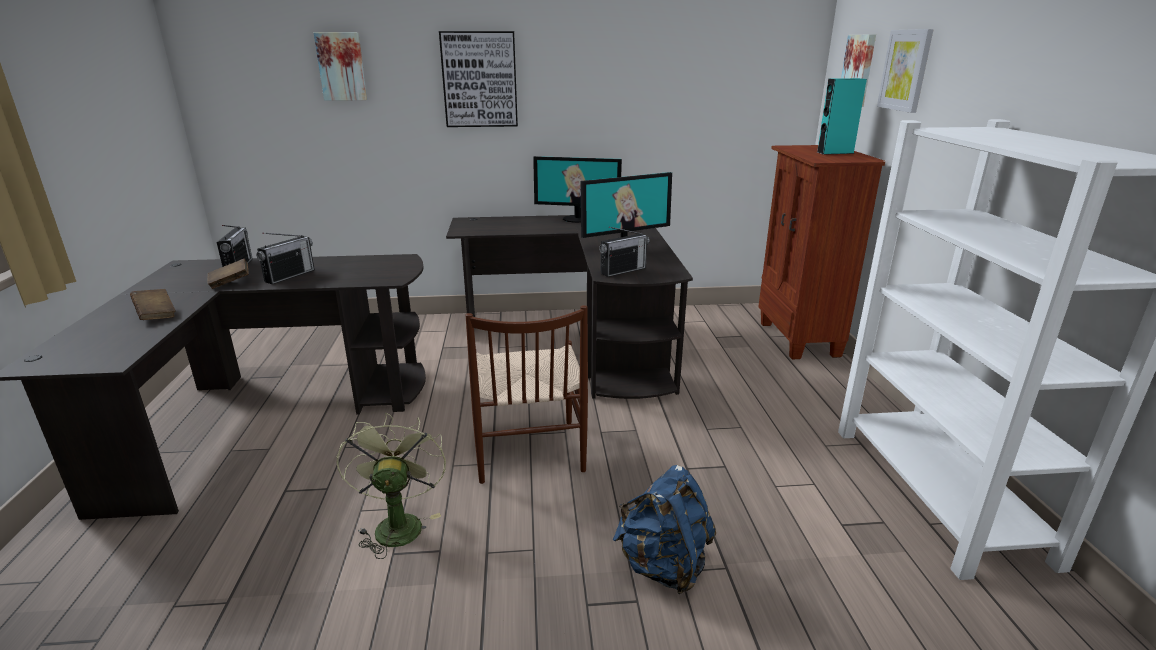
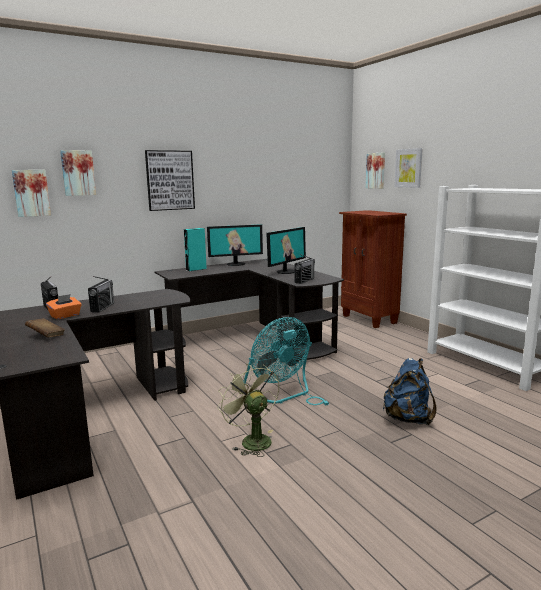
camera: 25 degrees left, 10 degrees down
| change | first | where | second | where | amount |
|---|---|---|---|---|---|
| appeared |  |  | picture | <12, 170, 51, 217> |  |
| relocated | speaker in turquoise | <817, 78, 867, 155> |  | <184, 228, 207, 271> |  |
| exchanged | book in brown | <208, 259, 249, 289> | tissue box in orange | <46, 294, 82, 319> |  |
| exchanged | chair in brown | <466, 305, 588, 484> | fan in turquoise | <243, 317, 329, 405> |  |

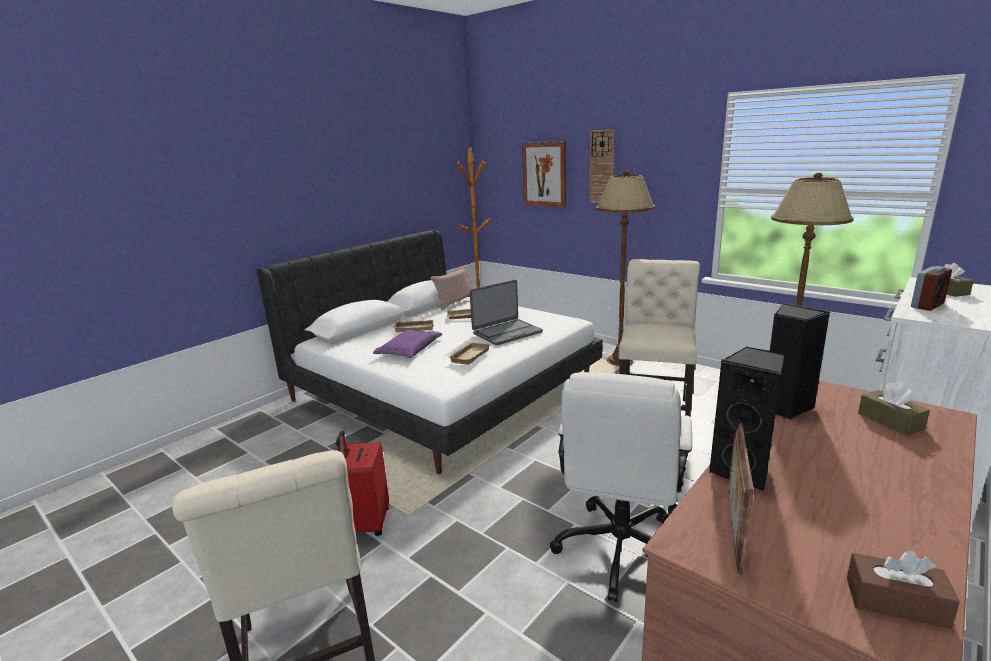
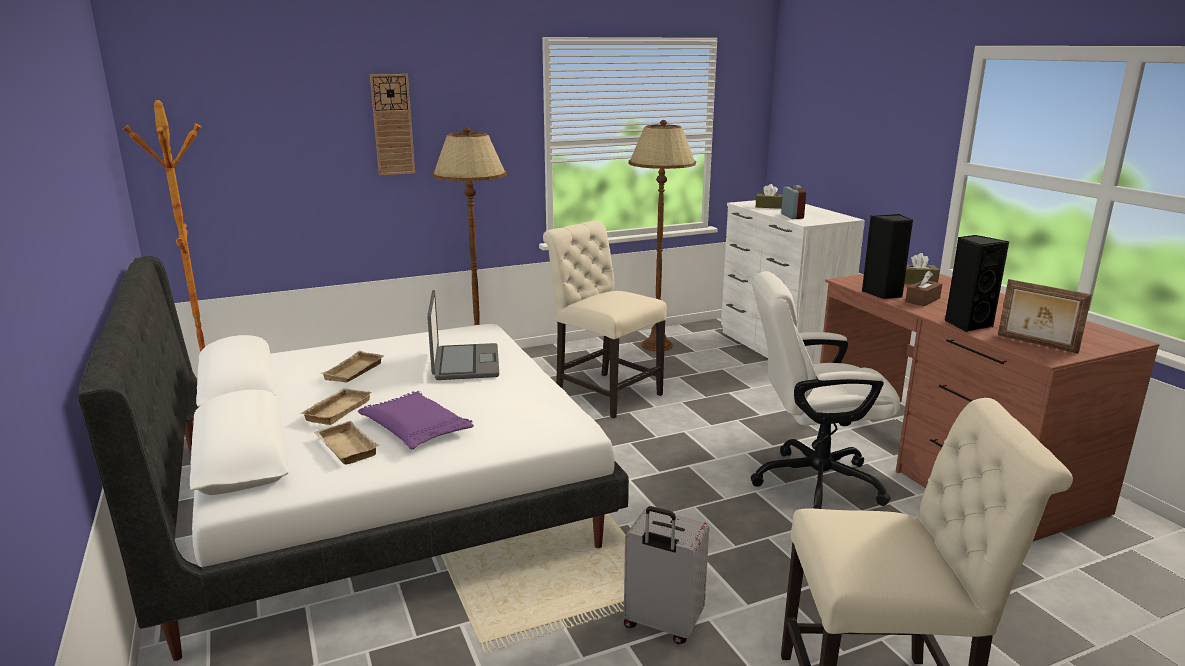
camera: 65 degrees left, 0 degrees up
| change | first | where | second | where | amount |
|---|---|---|---|---|---|
| missing | pillow in beige | <430, 266, 474, 310> |  |  |  |
| missing | picture | <522, 142, 567, 207> |  |  |  |
| relocated | tray in beige | <449, 342, 490, 365> |  | <314, 421, 380, 465> |  |
| relocated | tissue box in brown | <847, 551, 960, 629> |  | <905, 271, 942, 306> |  |
| colour | suitcase in red | <336, 431, 389, 536> | suitcase in grey | <624, 506, 709, 644> |  |
| spun | office chair in white | <550, 372, 692, 602> |  | <750, 271, 900, 509> | 135 degrees clockwise |

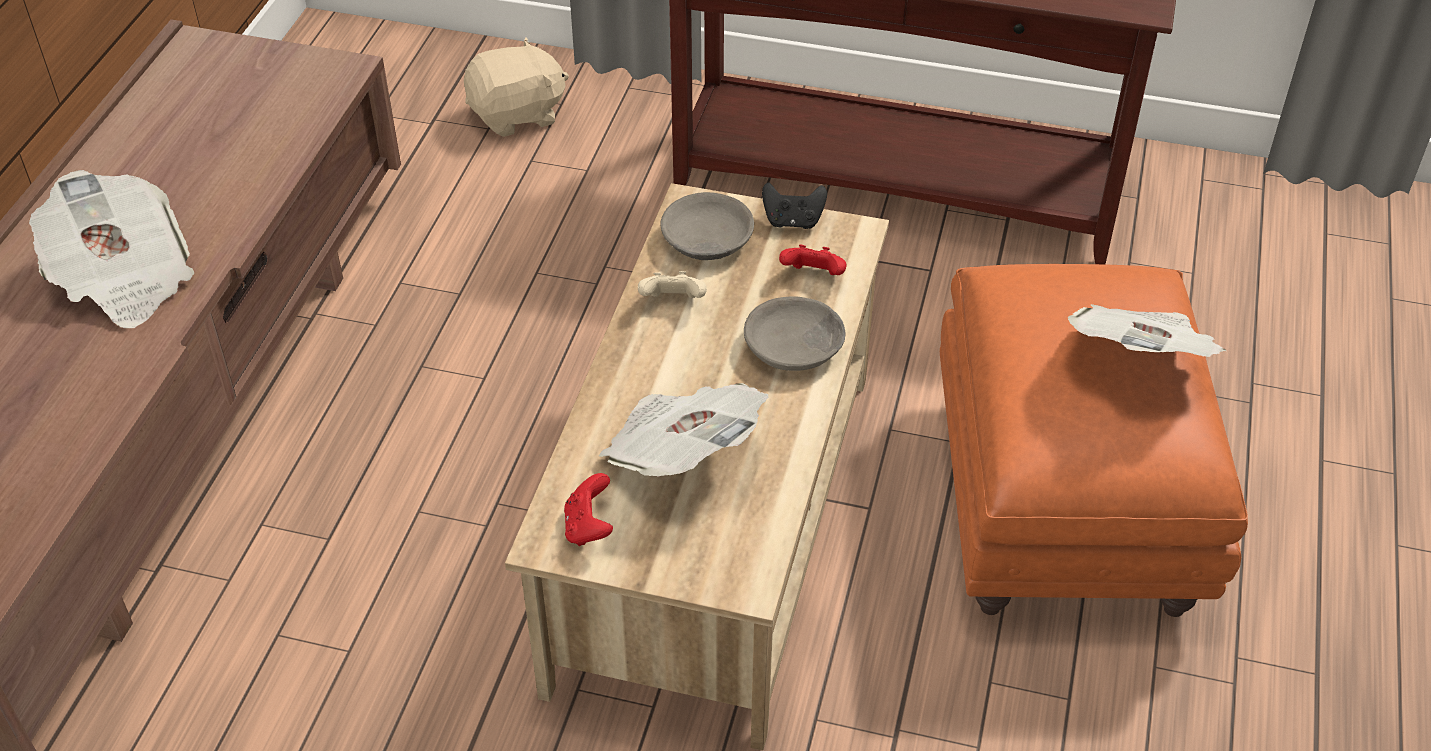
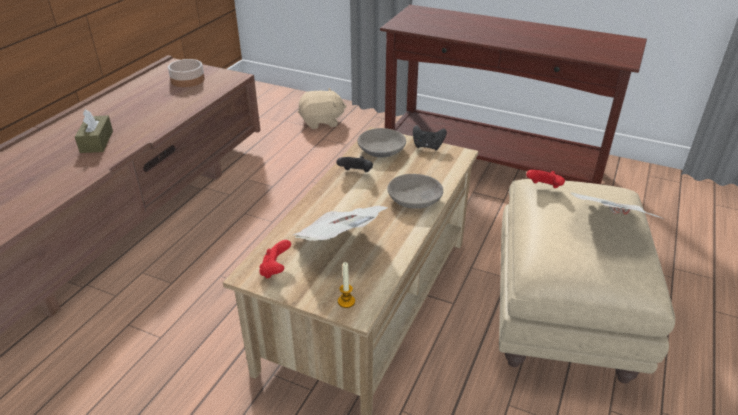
camera: 10 degrees right, 10 degrees down
| change | first | where | second | where | amount |
|---|---|---|---|---|---|
| appeared |  |  | bowl | <168, 59, 205, 87> |  |
| appeared |  |  | candle | <338, 262, 355, 308> |  |
| relocated | game controller in red | <779, 245, 846, 275> |  | <526, 170, 565, 188> |  |
| exchanged | newspaper | <29, 170, 194, 328> | tissue box in brown | <75, 109, 113, 153> |  |
| colour | game controller in beige | <638, 271, 707, 298> | game controller in black | <337, 156, 373, 172> |  |
| colour | ottoman in orange | <940, 264, 1248, 617> | ottoman in beige | <499, 179, 675, 384> |  |

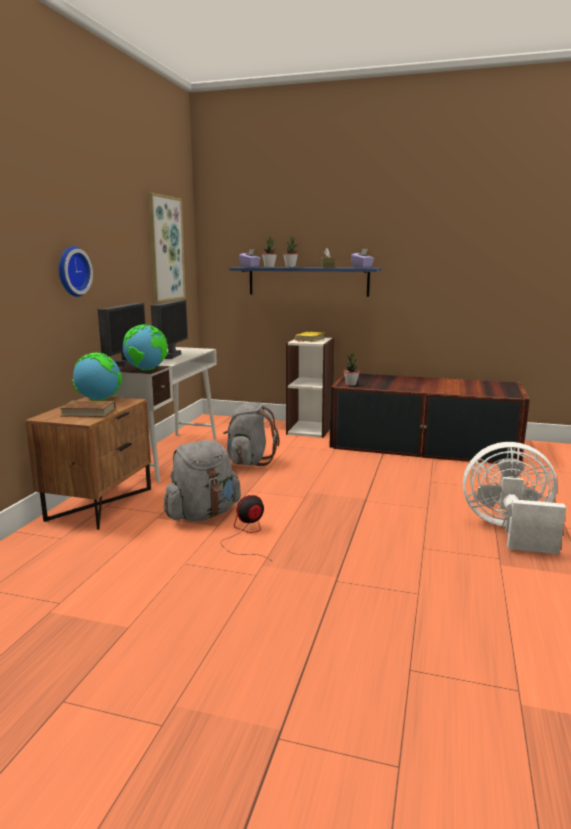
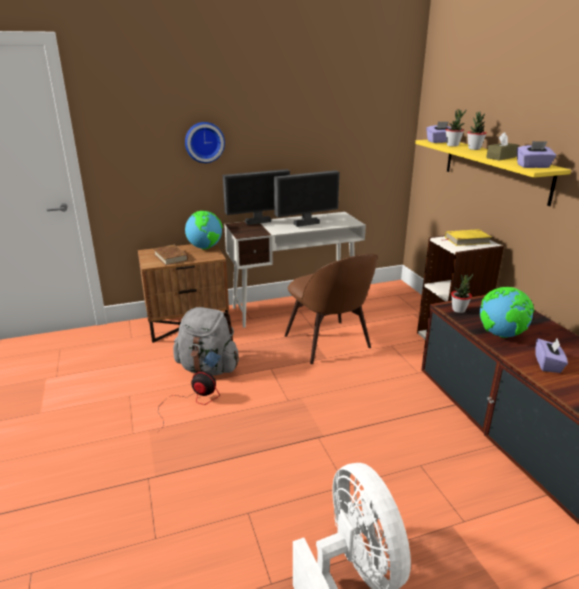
camera: 55 degrees right, 10 degrees up
| change | first | where | second | where | amount |
|---|---|---|---|---|---|
| missing | picture | <148, 193, 186, 303> |  |  |  |
| appeared |  |  | tissue box in purple | <536, 338, 568, 373> |  |
| relocated | globe | <123, 324, 168, 370> |  | <480, 287, 534, 338> |  |
| exchanged | backpack in grey | <223, 402, 280, 466> | chair in brown | <285, 254, 378, 364> |  |
| colour | shelf in blue | <229, 267, 381, 297> | shelf in yellow | <415, 140, 571, 206> |  |

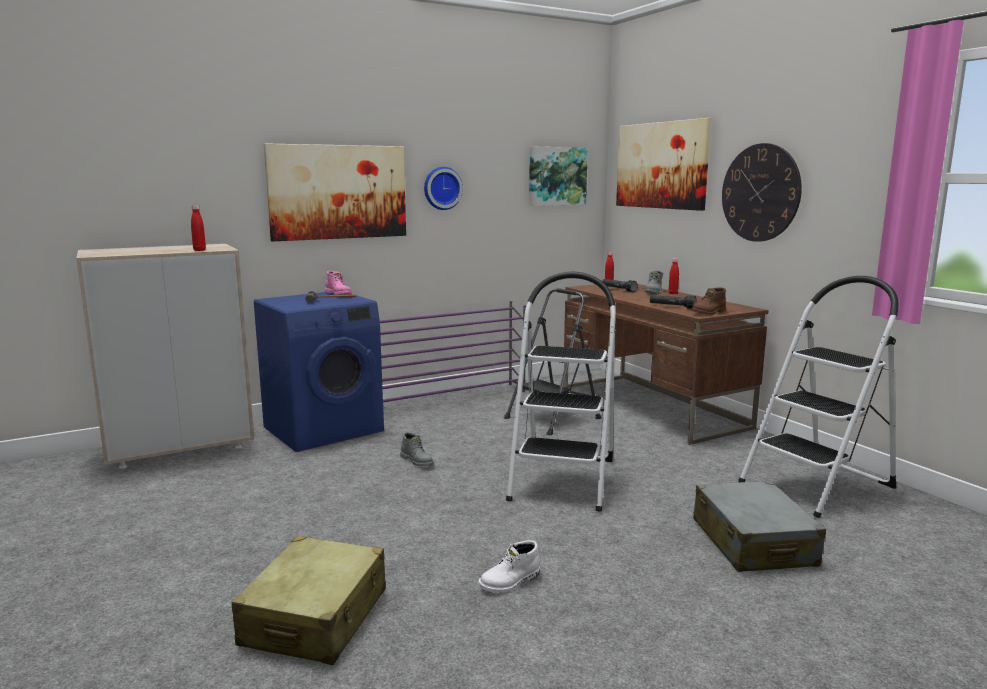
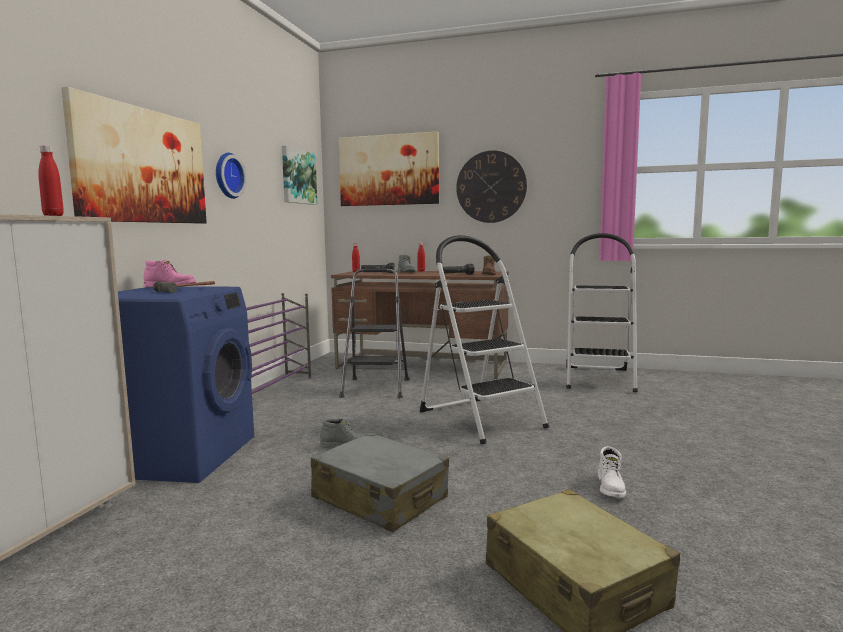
camera: 45 degrees left, 5 degrees down
| change | first | where | second | where | amount |
|---|---|---|---|---|---|
| relocated | suitcase in grey | <693, 481, 826, 572> |  | <311, 432, 449, 532> |  |

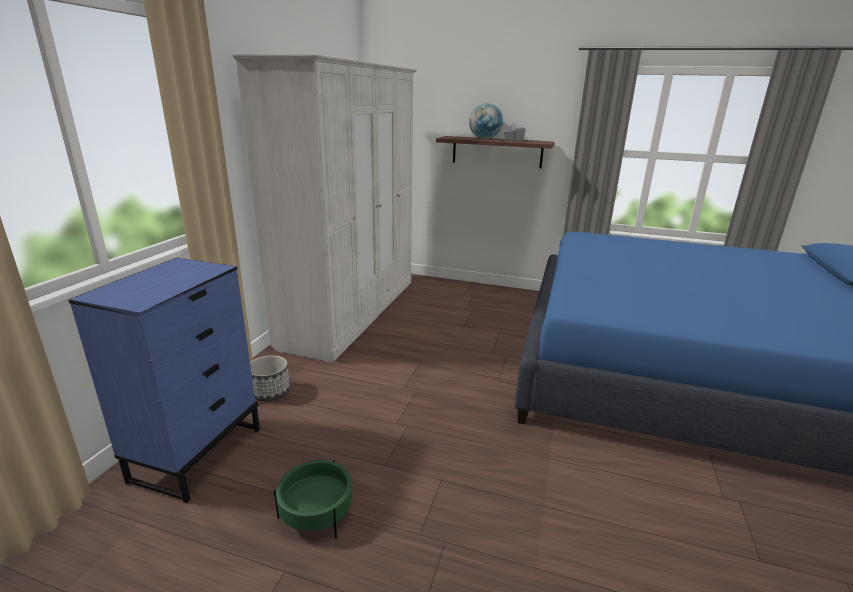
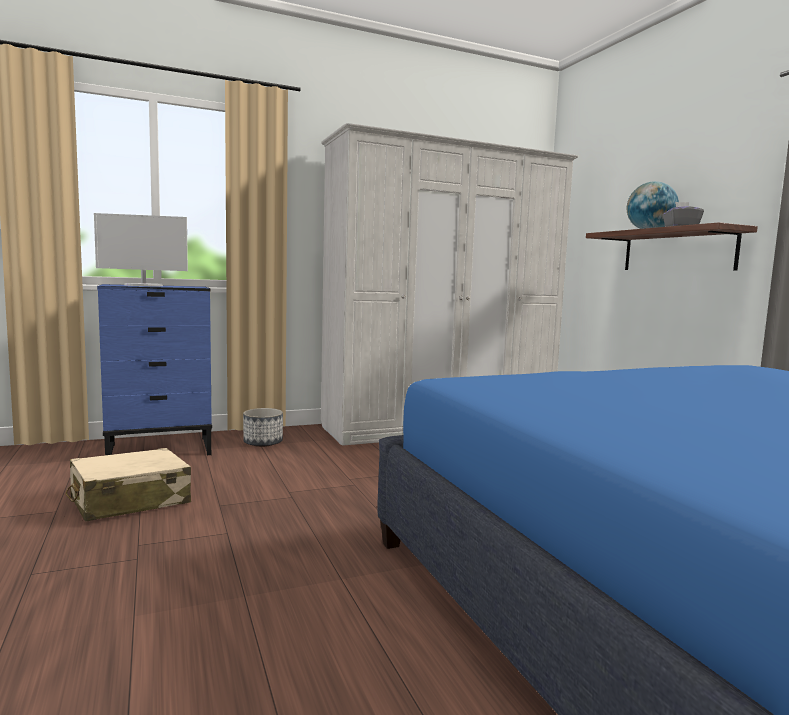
camera: 50 degrees right, 15 degrees down
| change | first | where | second | where | amount |
|---|---|---|---|---|---|
| appeared |  |  | monitor | <94, 213, 188, 286> |  |
| exchanged | planter in green | <274, 460, 353, 538> | suitcase in beige | <65, 448, 191, 522> |  |

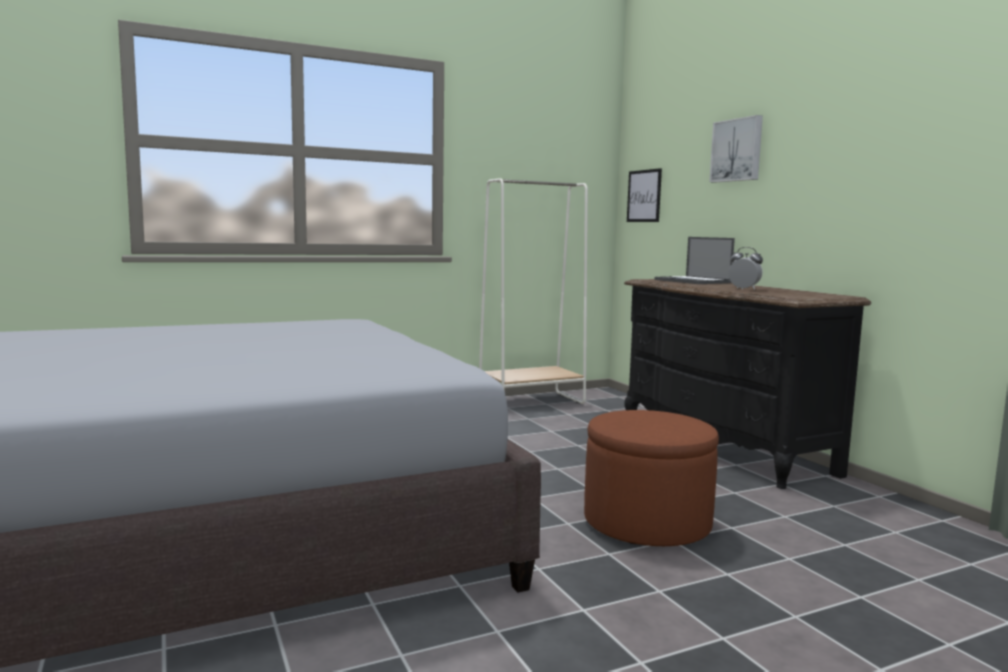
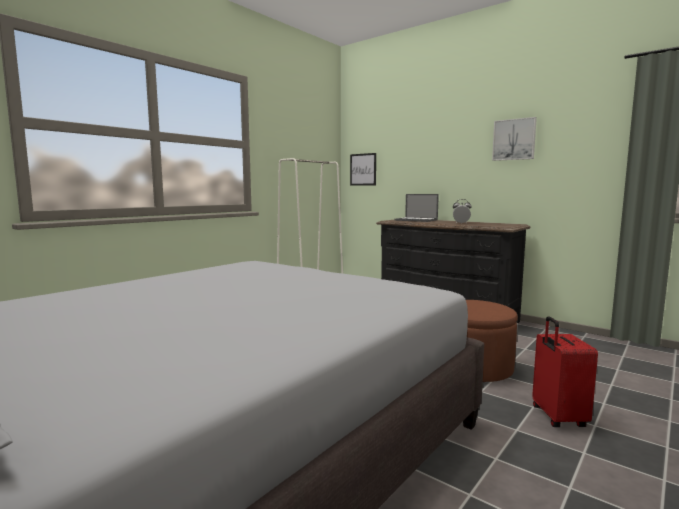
camera: 25 degrees left, 0 degrees up
| change | first | where | second | where | amount |
|---|---|---|---|---|---|
| appeared |  |  | suitcase in red | <532, 316, 598, 427> |  |
| relocated | picture | <709, 115, 763, 183> |  | <492, 117, 537, 161> |  |

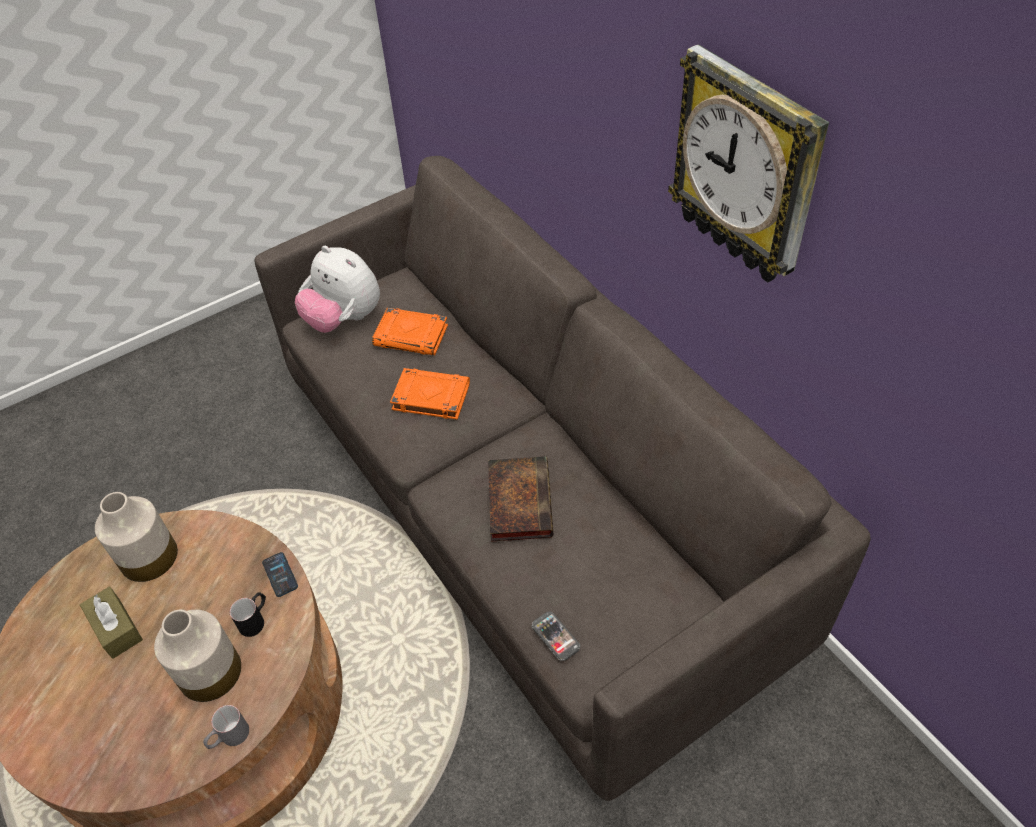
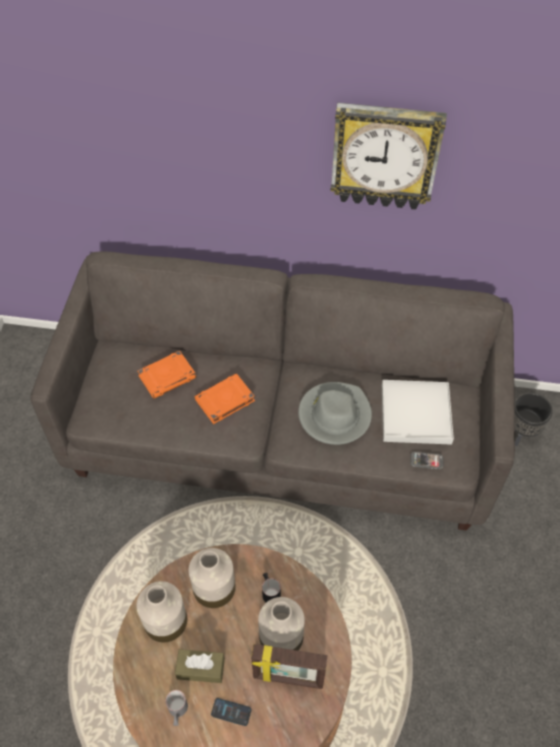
camera: 50 degrees left, 5 degrees up
| change | first | where | second | where | amount |
|---|---|---|---|---|---|
| missing | plush toy | <295, 246, 380, 333> |  |  |  |
| appeared |  |  | vase in beige | <188, 548, 236, 608> |  |
| appeared |  |  | picture frame | <251, 644, 327, 689> |  |
| appeared |  |  | tray in white | <382, 380, 454, 445> |  |
| appeared |  |  | planter in black | <515, 393, 553, 446> |  |
| relocated | mug in grey | <203, 705, 249, 749> |  | <165, 690, 188, 726> |  |
| relocated | phone | <262, 552, 298, 597> |  | <211, 698, 251, 726> |  |
| exchanged | book | <488, 456, 554, 541> | hat in grey | <298, 382, 372, 445> |  |

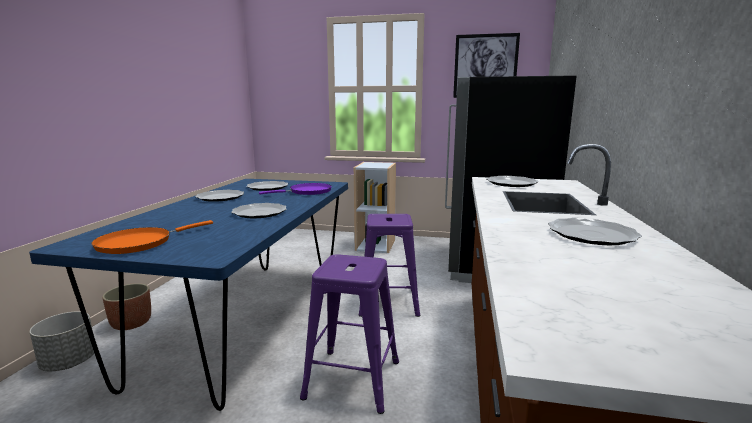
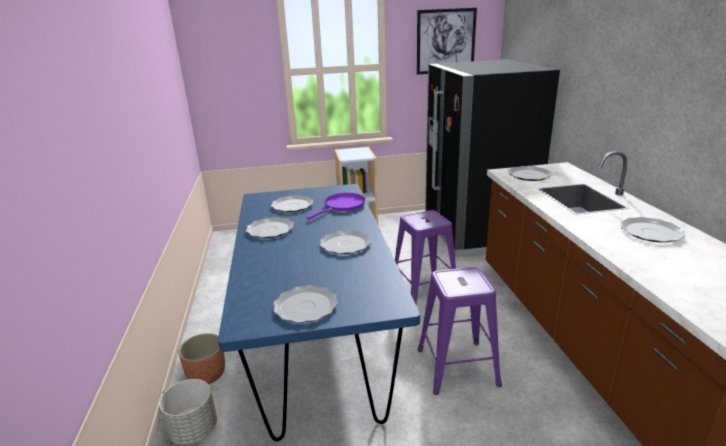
camera: 20 degrees left, 10 degrees up
| change | first | where | second | where | amount |
|---|---|---|---|---|---|
| exchanged | frying pan in orange | <92, 220, 213, 254> | plate | <273, 285, 338, 323> |  |

